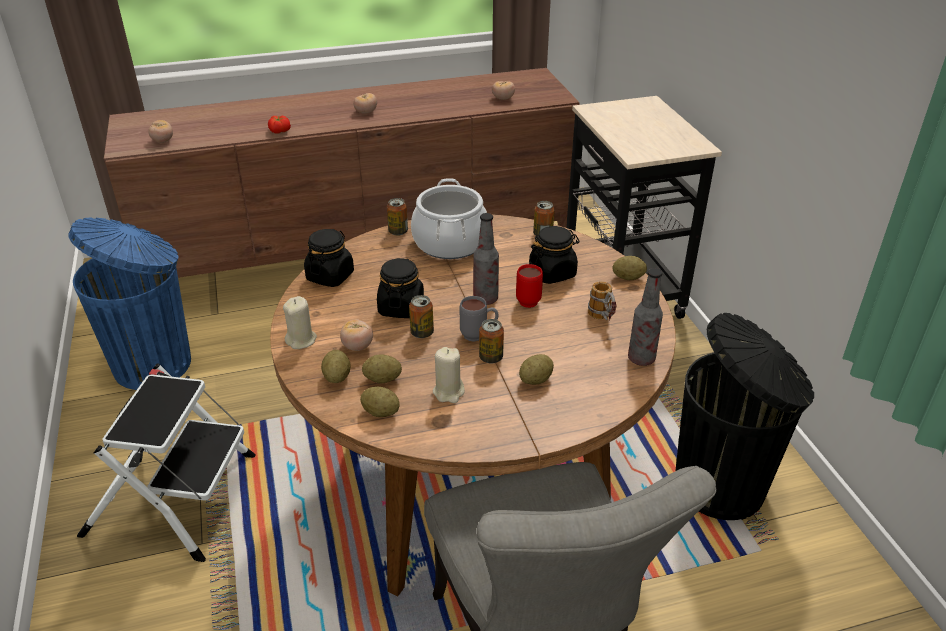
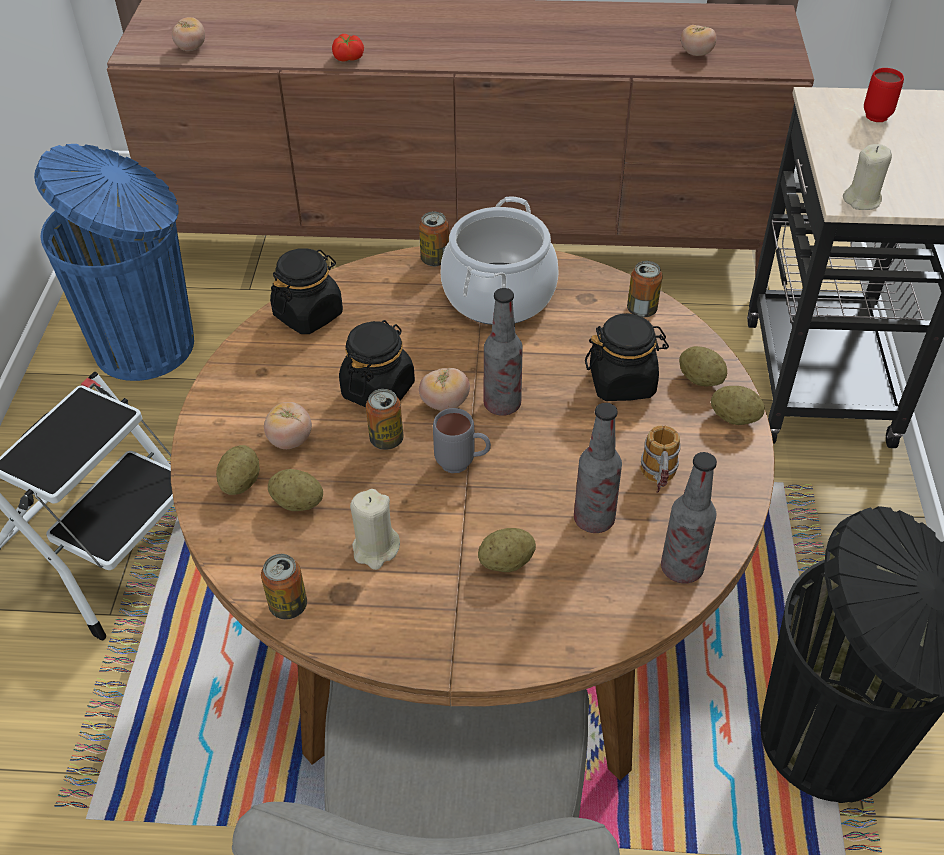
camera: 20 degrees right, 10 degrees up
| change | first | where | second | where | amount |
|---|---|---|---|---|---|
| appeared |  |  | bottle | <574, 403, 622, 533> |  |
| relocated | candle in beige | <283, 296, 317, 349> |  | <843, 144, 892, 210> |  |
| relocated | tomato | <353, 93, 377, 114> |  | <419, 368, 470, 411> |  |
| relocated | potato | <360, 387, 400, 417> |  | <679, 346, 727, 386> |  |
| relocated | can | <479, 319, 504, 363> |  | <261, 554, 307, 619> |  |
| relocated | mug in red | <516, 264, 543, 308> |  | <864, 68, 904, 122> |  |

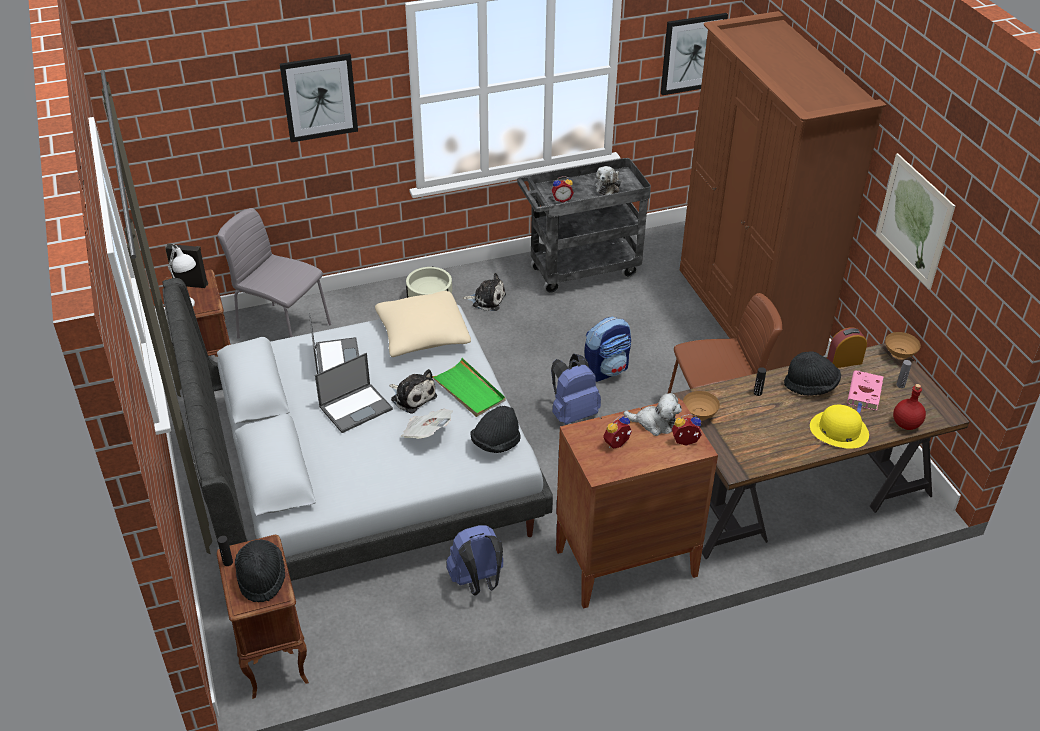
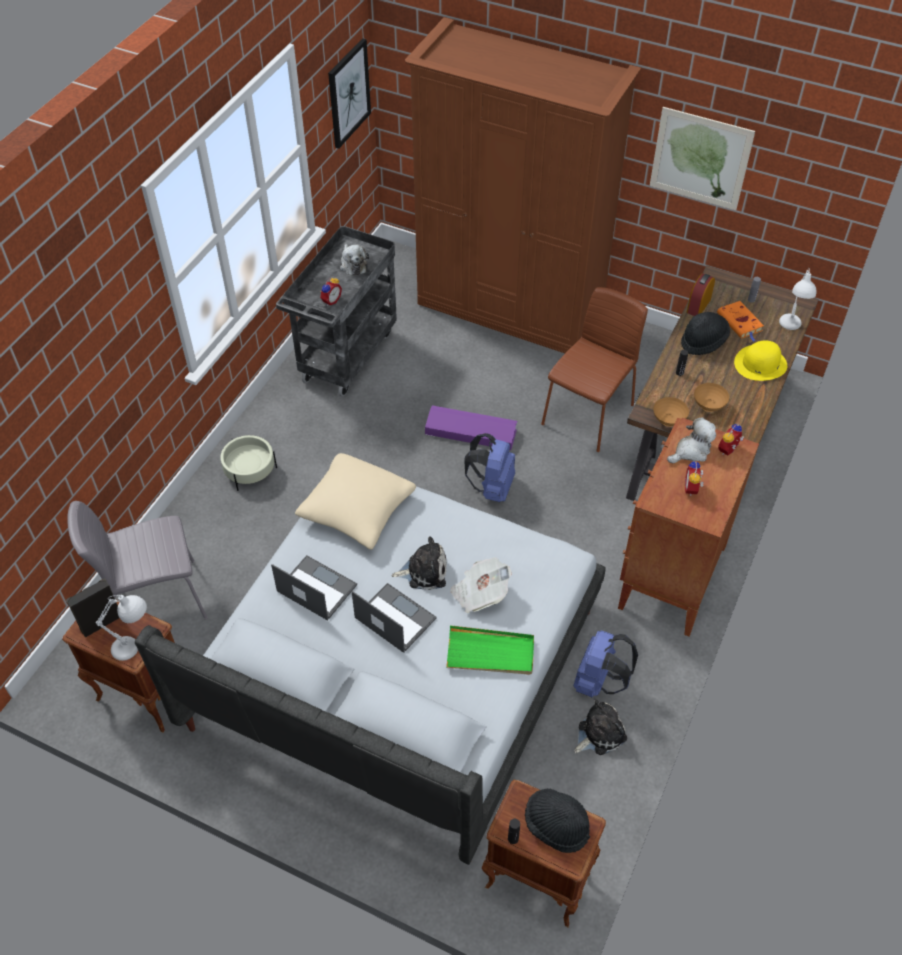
camera: 45 degrees left, 10 degrees up
| change | first | where | second | where | amount |
|---|---|---|---|---|---|
| missing | picture | <280, 53, 358, 142> |  |  |  |
| missing | hat in black | <470, 406, 520, 453> |  |  |  |
| relocated | tray in green | <432, 358, 506, 417> |  | <446, 625, 534, 675> |  |
| relocated | plush toy | <463, 273, 506, 311> |  | <574, 699, 627, 755> |  |
| relocated | bowl in brown | <885, 332, 921, 360> |  | <694, 383, 729, 412> |  |
| exchanged | backpack | <585, 317, 631, 382> | storage box in purple | <425, 405, 518, 450> |  |
| exchanged | bottle in red | <893, 384, 926, 430> | table lamp in white | <779, 268, 817, 330> |  |
| colour | book in pink | <847, 370, 884, 413> | book in orange | <717, 301, 764, 342> |  |
| spun | laptop | <315, 353, 393, 433> |  | <352, 583, 437, 653> | 60 degrees counterclockwise |

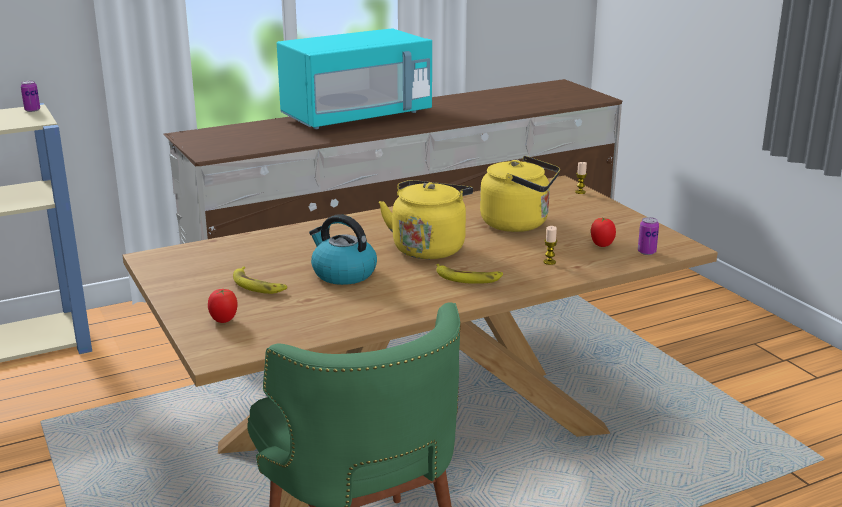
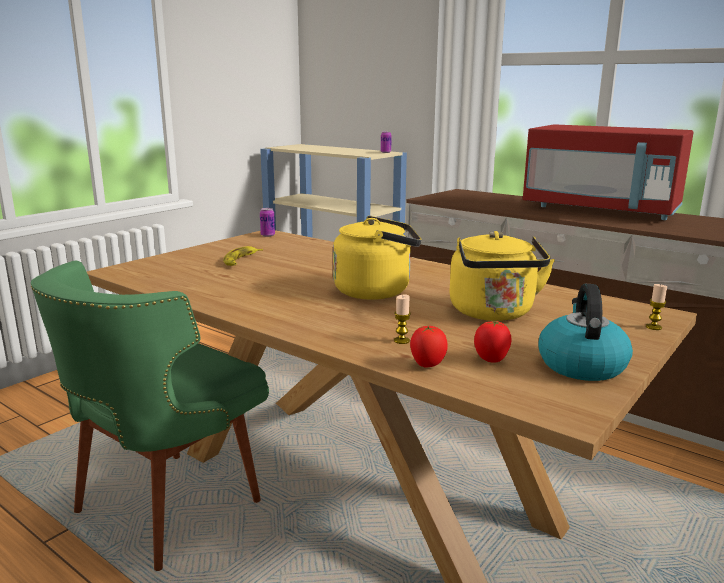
camera: 65 degrees right, 5 degrees down
| change | first | where | second | where | amount |
|---|---|---|---|---|---|
| missing | banana | <436, 264, 503, 284> |  |  |  |
| relocated | tomato | <208, 289, 237, 323> |  | <410, 325, 448, 367> |  |
| relocated | kettle | <309, 214, 377, 285> |  | <538, 284, 633, 381> |  |
| relocated | can | <638, 217, 659, 255> |  | <260, 208, 275, 237> |  |
| colour | microwave in turquoise | <277, 28, 432, 129> | microwave in red | <523, 124, 694, 220> |  |

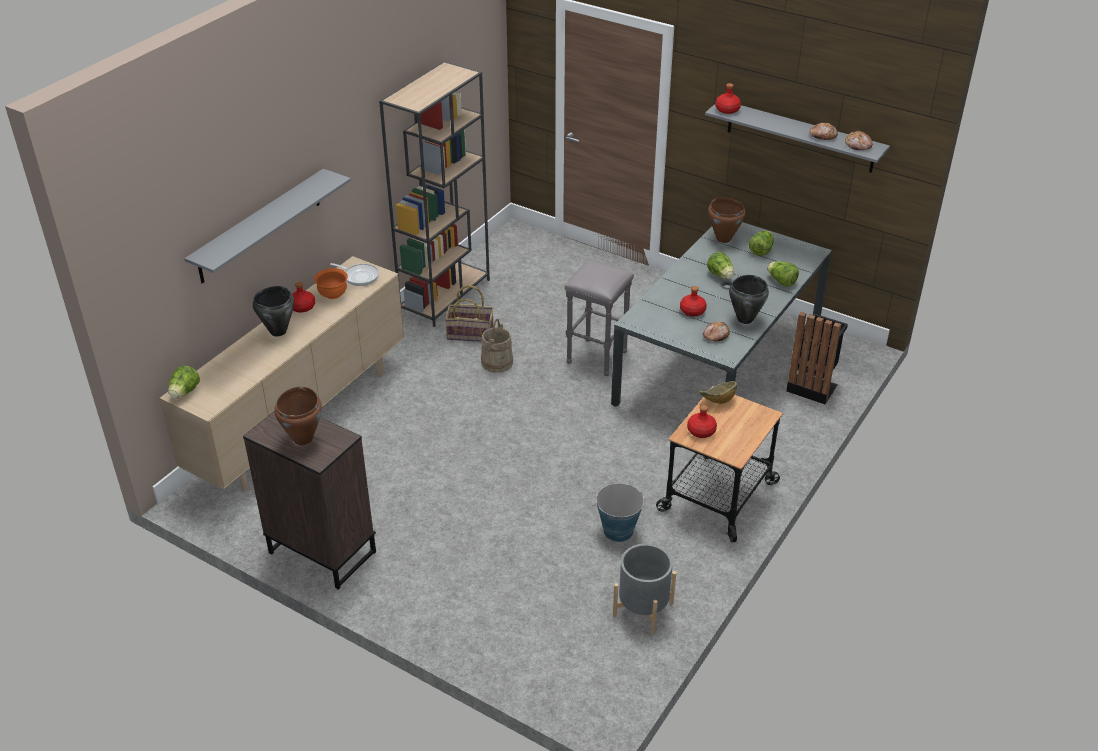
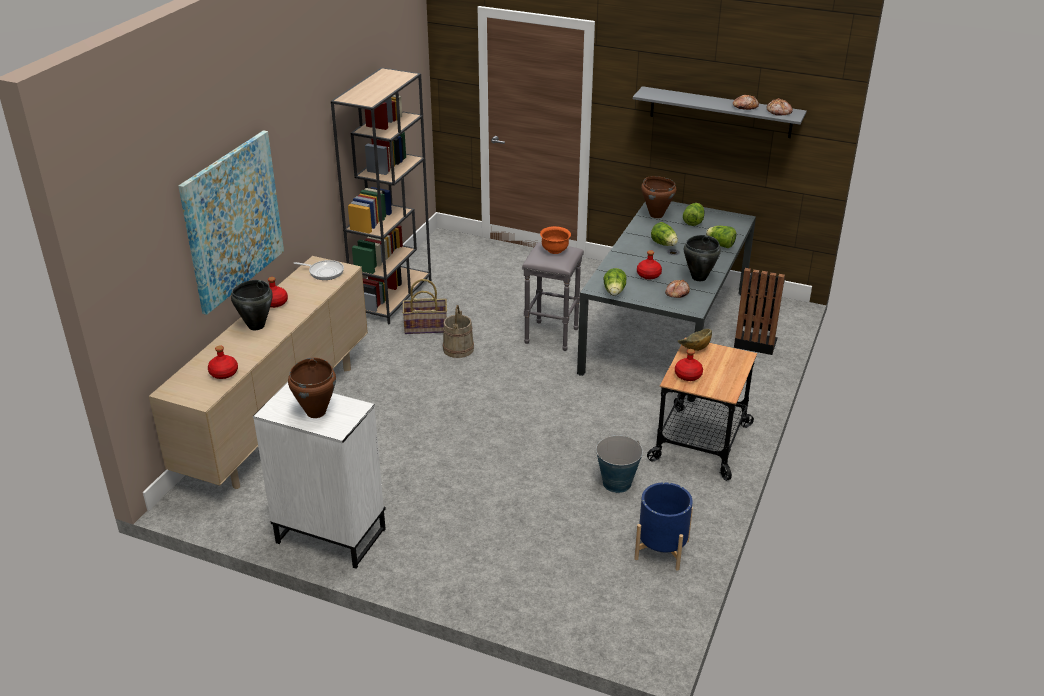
camera: 10 degrees left, 5 degrees down
| change | first | where | second | where | amount |
|---|---|---|---|---|---|
| relocated | lettuce | <168, 366, 200, 399> |  | <604, 268, 627, 296> |  |
| relocated | bowl in orange | <314, 268, 348, 299> |  | <540, 226, 571, 254> |  |
| relocated | bottle in red | <715, 83, 741, 114> |  | <208, 345, 238, 379> |  |
| exchanged | shelf in grey | <184, 169, 351, 283> | picture | <178, 130, 284, 315> |  |
| colour | dresser in brown | <243, 411, 376, 590> | dresser in white | <253, 382, 386, 569> |  |
| colour | planter in grey | <613, 544, 676, 634> | planter in blue | <634, 482, 693, 571> |  |

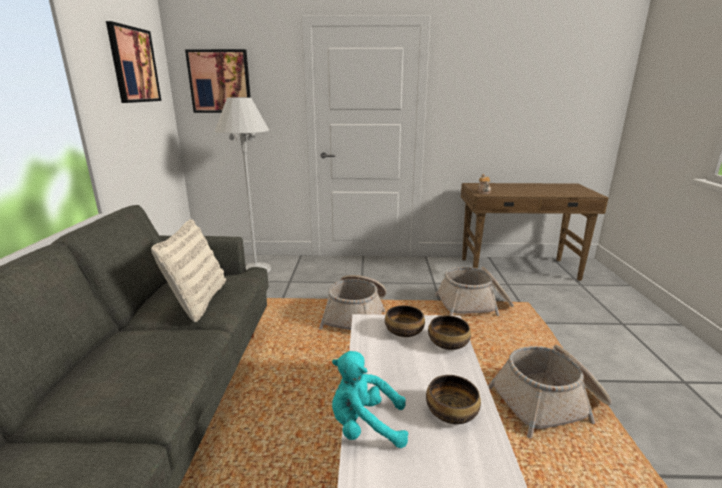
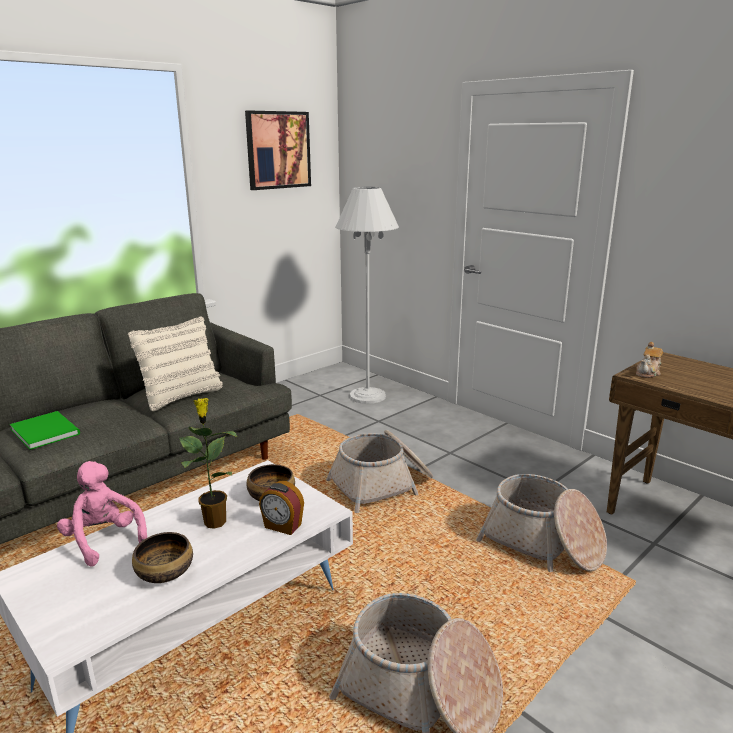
camera: 45 degrees right, 0 degrees up
| change | first | where | second | where | amount |
|---|---|---|---|---|---|
| missing | picture | <185, 49, 251, 113> |  |  |  |
| appeared |  |  | book in green | <10, 411, 80, 450> |  |
| appeared |  |  | potted plant | <179, 398, 238, 529> |  |
| exchanged | bowl | <428, 315, 471, 350> | alarm clock | <259, 481, 304, 535> |  |
| colour | plush toy in turquoise | <332, 351, 408, 448> | plush toy in pink | <57, 461, 147, 567> |  |

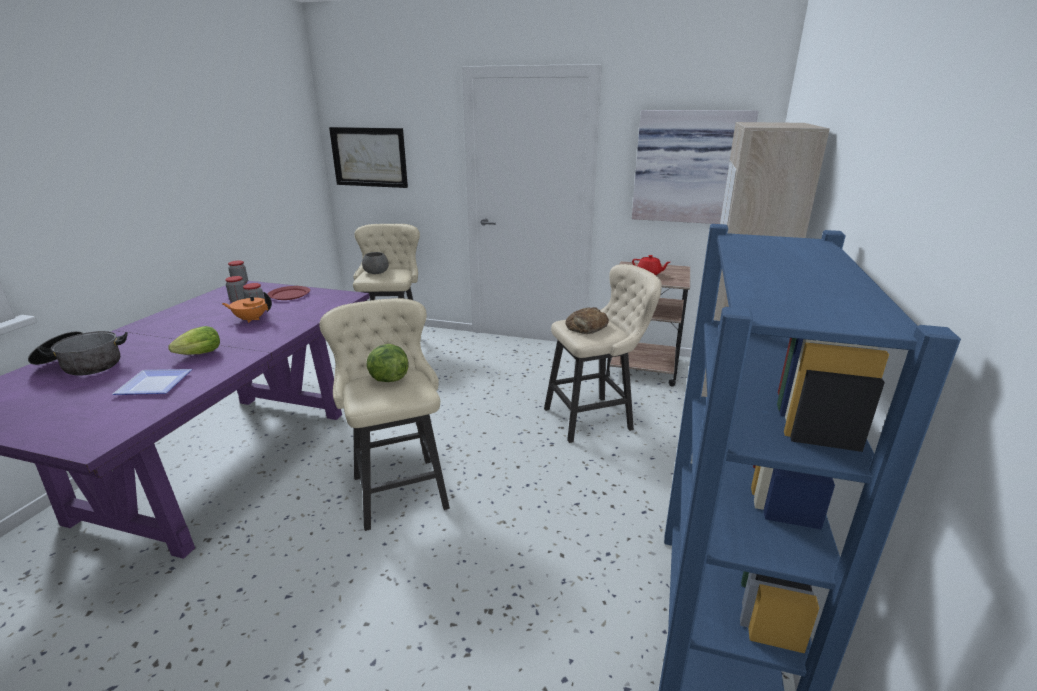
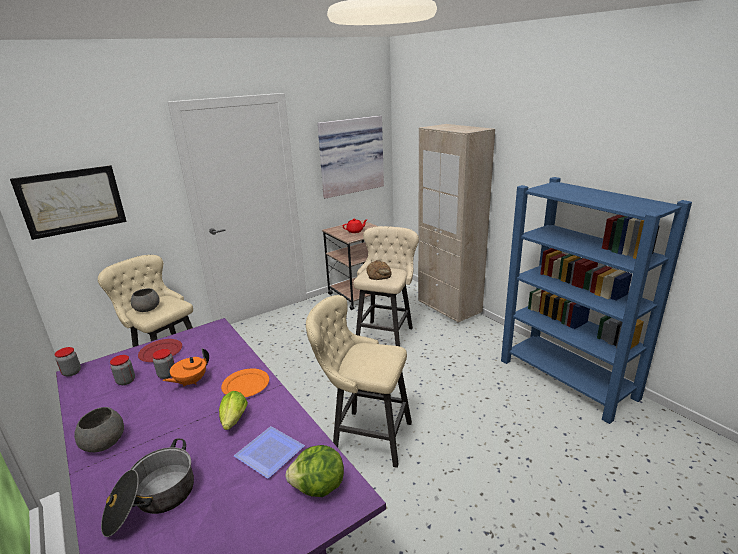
camera: 50 degrees left, 0 degrees up
| change | first | where | second | where | amount |
|---|---|---|---|---|---|
| appeared |  |  | bowl in grey | <74, 407, 124, 452> |  |
| appeared |  |  | plate in orange | <221, 368, 269, 397> |  |
| relocated | lettuce | <366, 344, 409, 382> |  | <285, 445, 344, 497> |  |

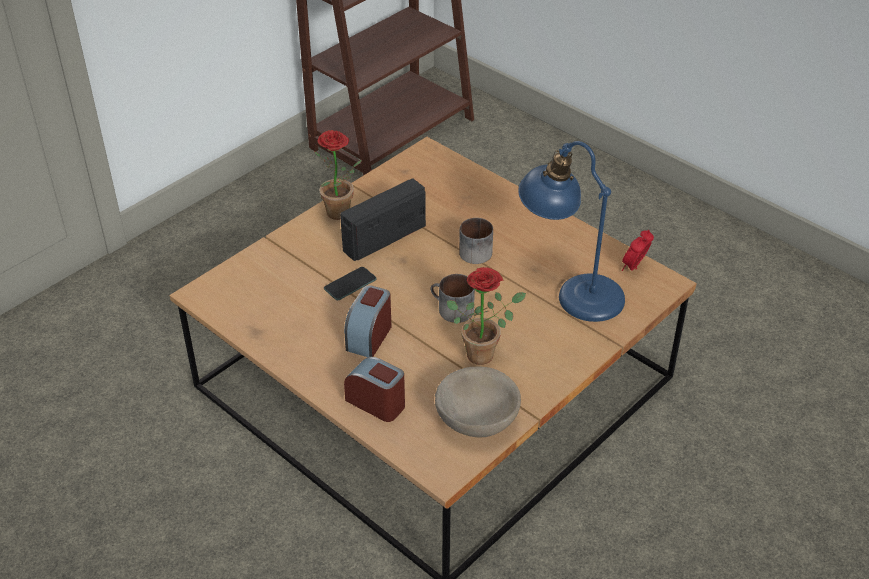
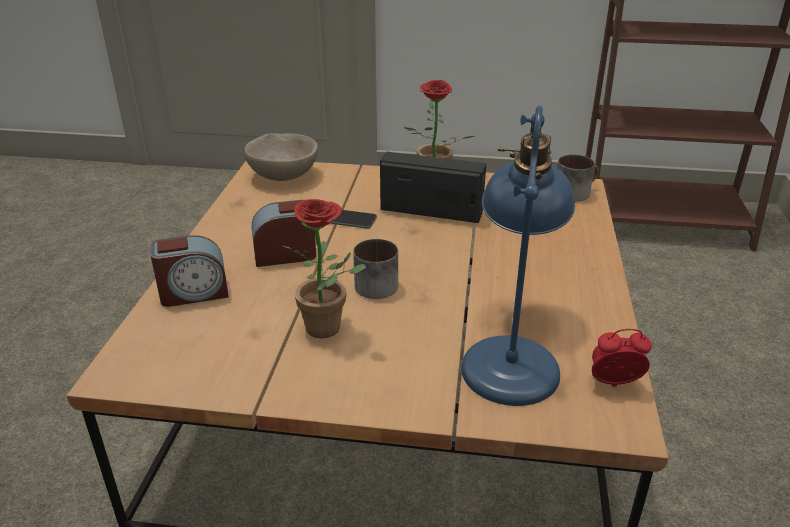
camera: 55 degrees right, 10 degrees down
| change | first | where | second | where | amount |
|---|---|---|---|---|---|
| relocated | bowl in beige | <435, 367, 521, 437> |  | <244, 133, 318, 181> |  |
| relocated | mug | <459, 218, 493, 264> |  | <557, 155, 599, 202> |  |
| spun | alarm clock | <344, 357, 405, 422> |  | <150, 235, 229, 307> | 75 degrees clockwise |

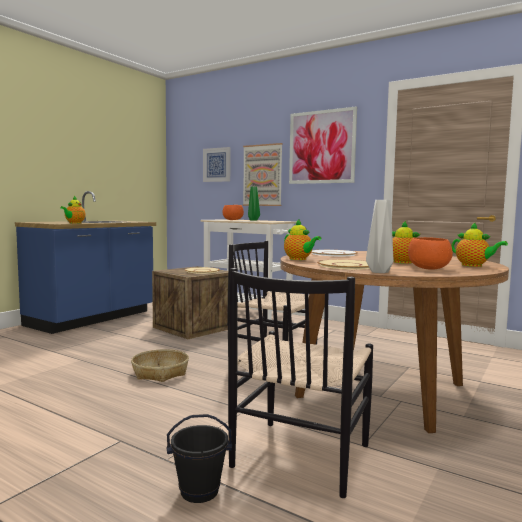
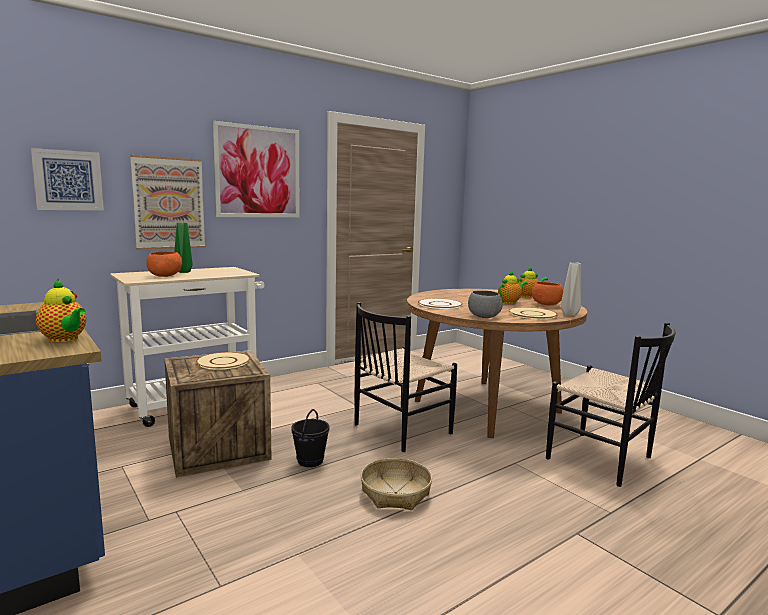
camera: 70 degrees left, 5 degrees up
| change | first | where | second | where | amount |
|---|---|---|---|---|---|
| relocated | bucket in black | <166, 414, 232, 503> |  | <291, 409, 329, 467> |  |
| exchanged | teapot | <284, 219, 321, 260> | bowl in grey | <468, 290, 503, 318> |  |

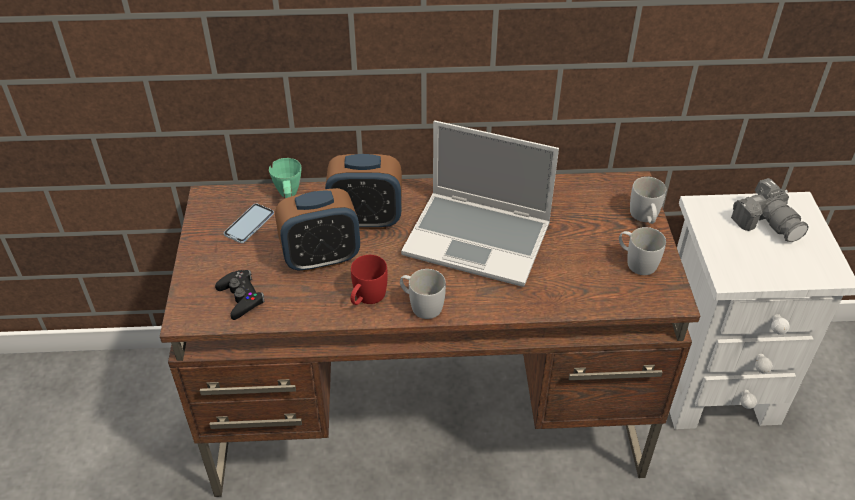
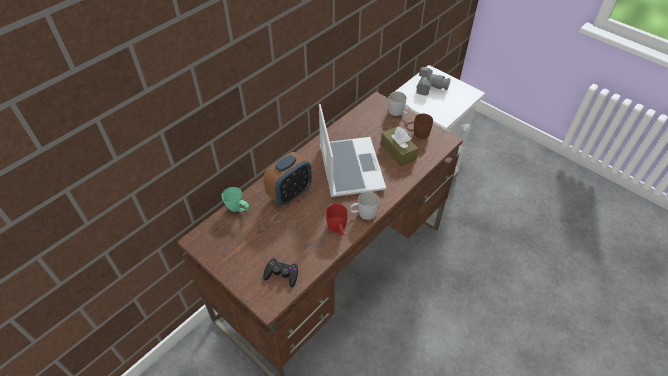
camera: 45 degrees left, 5 degrees up
| change | first | where | second | where | amount |
|---|---|---|---|---|---|
| missing | phone | <224, 204, 274, 243> |  |  |  |
| missing | alarm clock | <275, 188, 360, 272> |  |  |  |
| appeared |  |  | tissue box in brown | <381, 126, 418, 166> |  |
| colour | mug in white | <619, 227, 666, 275> | mug in brown | <406, 114, 433, 139> |  |
| spun | laptop | <401, 121, 559, 287> |  | <319, 104, 386, 197> | 75 degrees counterclockwise |

